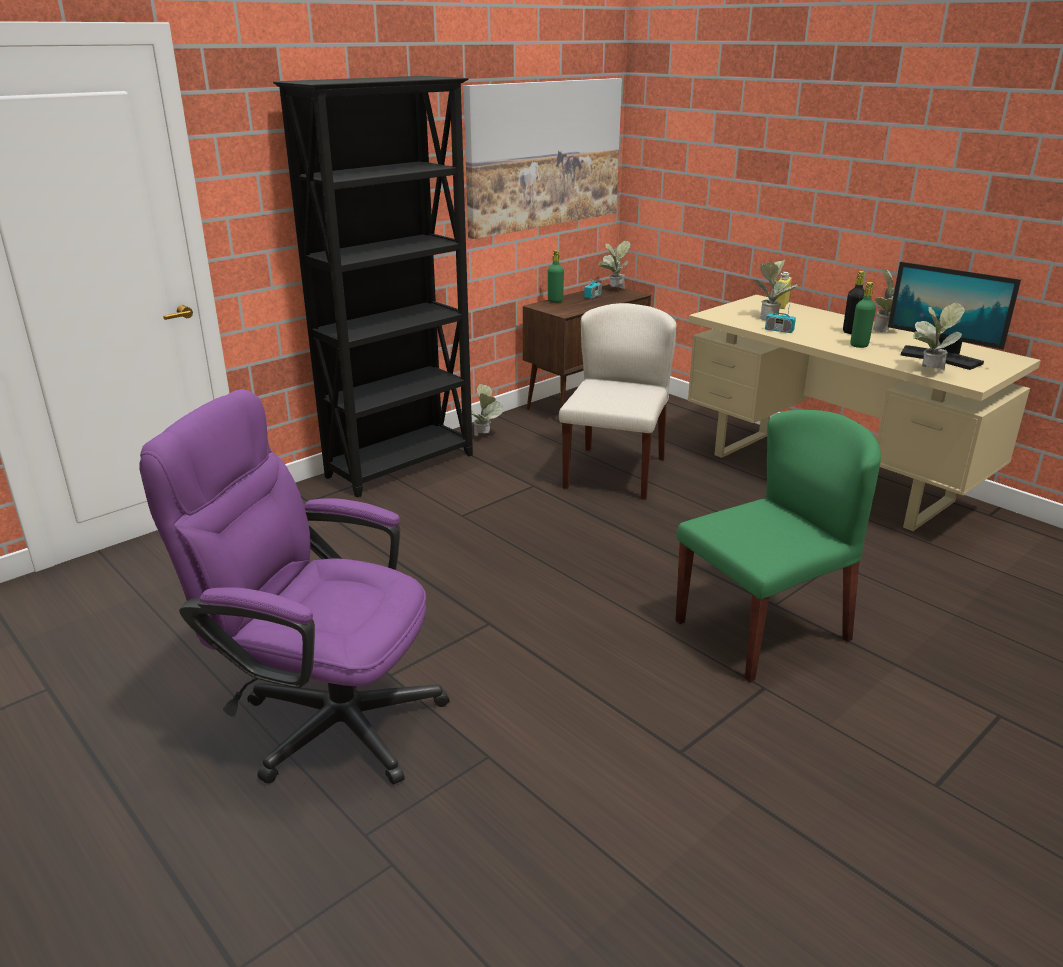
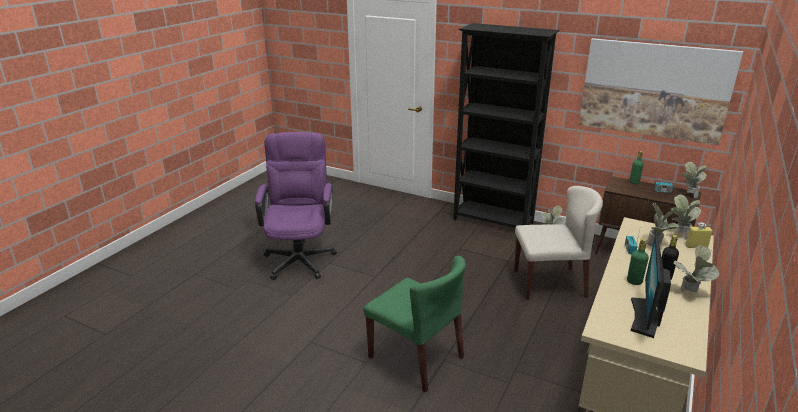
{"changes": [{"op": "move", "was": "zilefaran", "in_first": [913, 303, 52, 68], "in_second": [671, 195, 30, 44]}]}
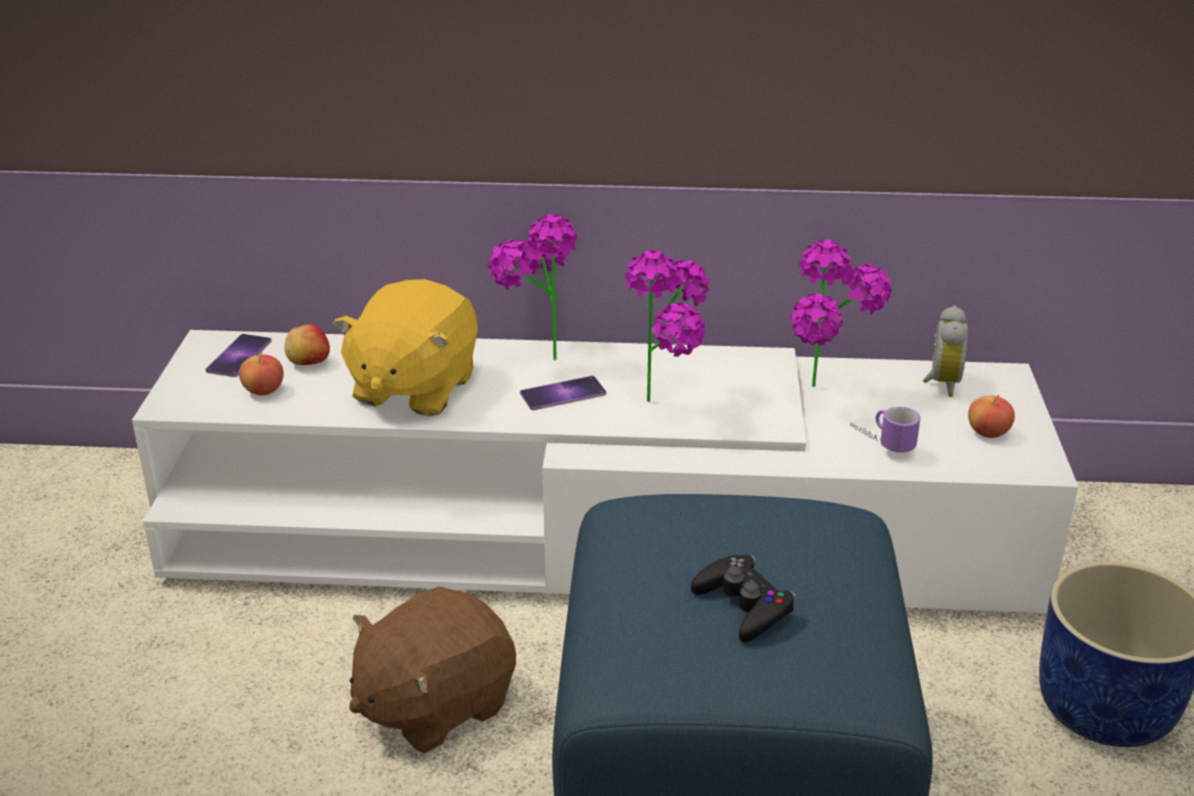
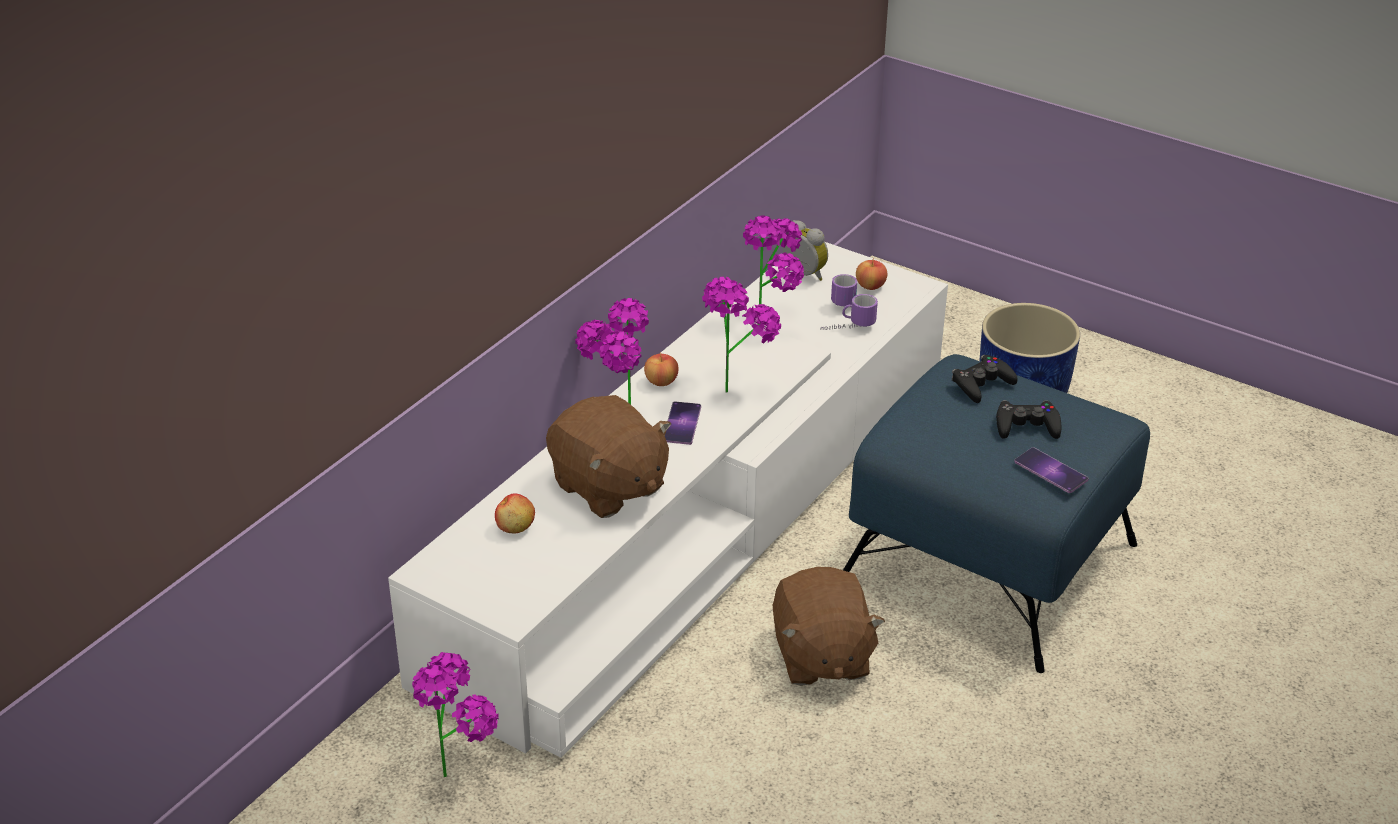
{"changes": [{"op": "move", "was": "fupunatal", "in_first": [205, 334, 66, 43], "in_second": [1014, 447, 75, 46]}, {"op": "move", "was": "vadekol", "in_first": [239, 352, 45, 43], "in_second": [644, 353, 35, 33]}, {"op": "recolor", "was": "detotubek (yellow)", "now": "detotubek (brown)", "in_first": [333, 279, 145, 137], "in_second": [546, 395, 125, 123]}, {"op": "insert", "now": "zilefaran", "in_second": [412, 652, 87, 125]}, {"op": "insert", "now": "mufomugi", "in_second": [831, 274, 26, 32]}, {"op": "insert", "now": "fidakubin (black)", "in_second": [952, 355, 66, 48]}]}
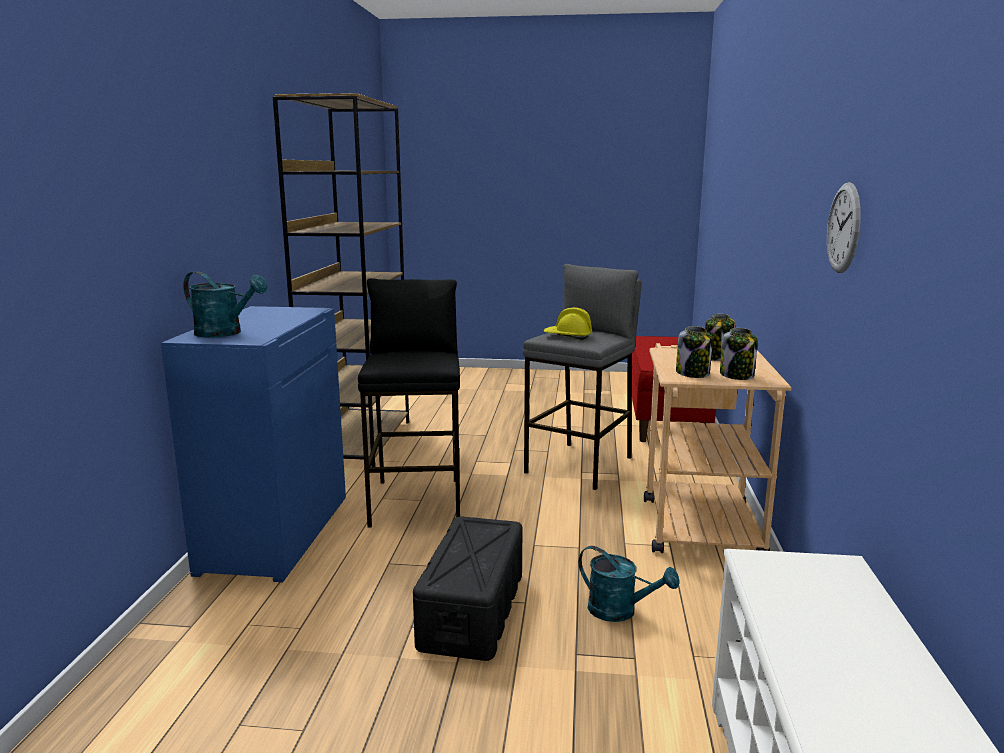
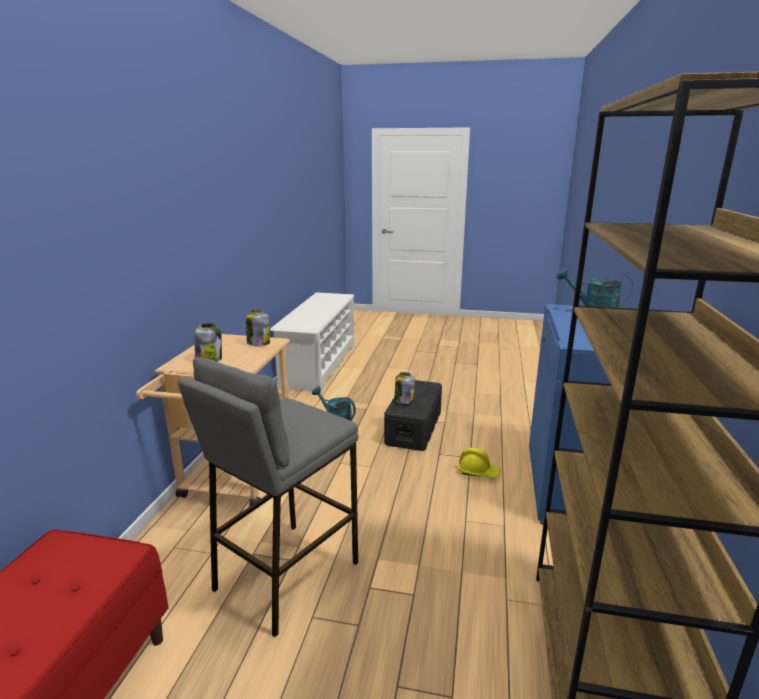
{"changes": [{"op": "delete", "was": "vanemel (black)", "in_first": [358, 278, 102, 249]}, {"op": "move", "was": "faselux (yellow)", "in_first": [543, 307, 49, 33], "in_second": [458, 448, 43, 30]}, {"op": "move", "was": "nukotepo", "in_first": [720, 328, 38, 52], "in_second": [395, 372, 20, 32]}, {"op": "delete", "was": "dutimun", "in_first": [827, 182, 34, 91]}]}
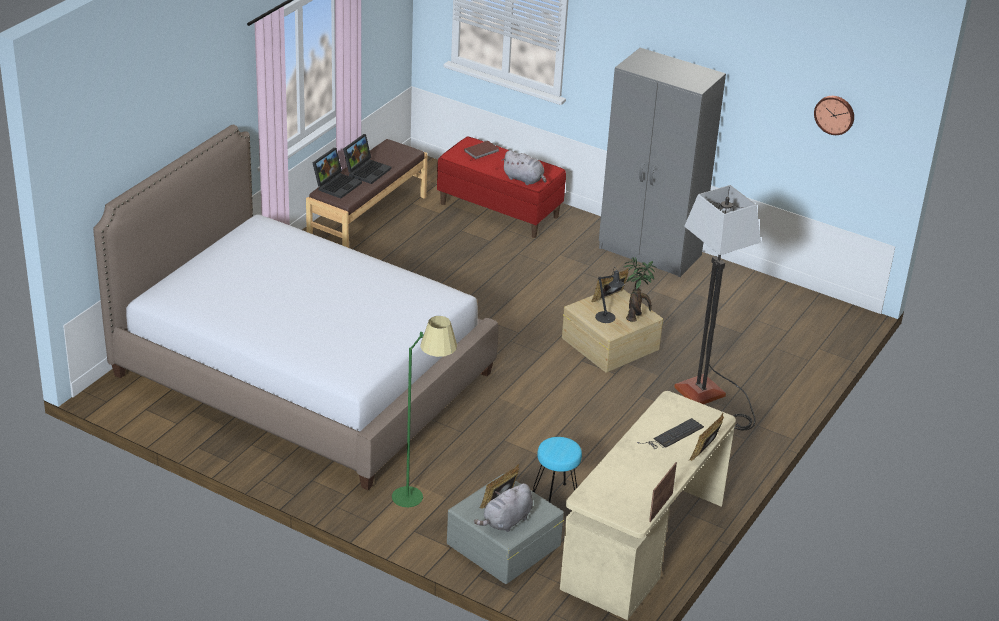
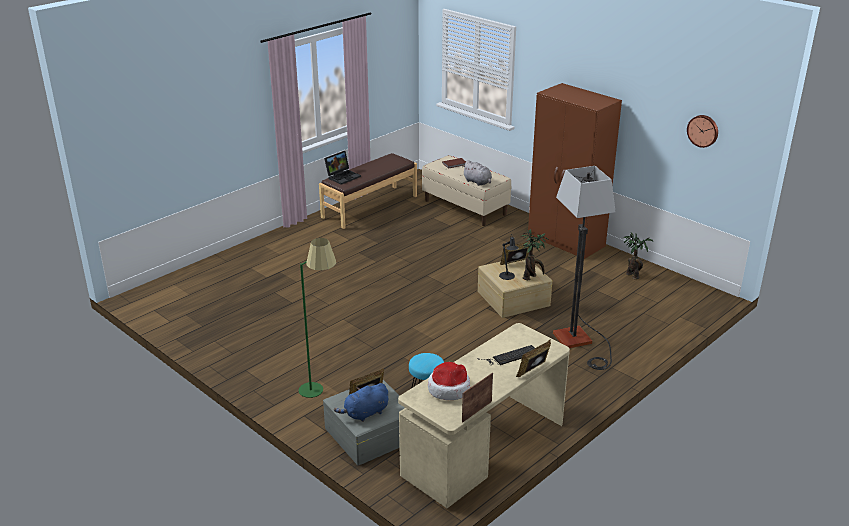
{"changes": [{"op": "delete", "was": "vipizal", "in_first": [93, 125, 405, 365]}, {"op": "delete", "was": "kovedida", "in_first": [343, 134, 48, 50]}, {"op": "recolor", "was": "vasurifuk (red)", "now": "vasurifuk (beige)", "in_first": [437, 136, 129, 102], "in_second": [422, 155, 89, 71]}, {"op": "recolor", "was": "detotubek (grey)", "now": "detotubek (blue)", "in_first": [474, 483, 59, 49], "in_second": [334, 383, 54, 39]}, {"op": "recolor", "was": "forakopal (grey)", "now": "forakopal (brown)", "in_first": [599, 48, 127, 229], "in_second": [528, 83, 94, 176]}, {"op": "insert", "now": "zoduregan", "in_second": [428, 362, 42, 38]}, {"op": "insert", "now": "zilefaran", "in_second": [624, 232, 29, 47]}]}
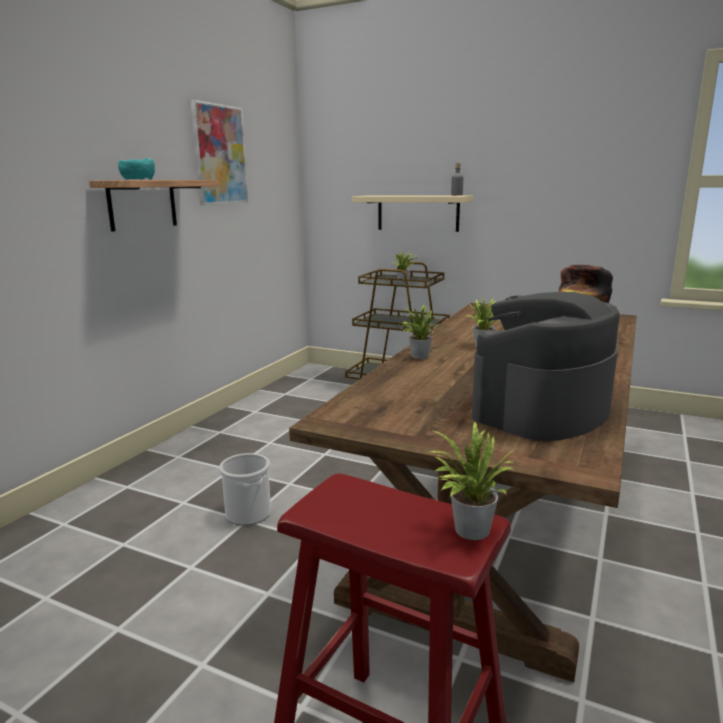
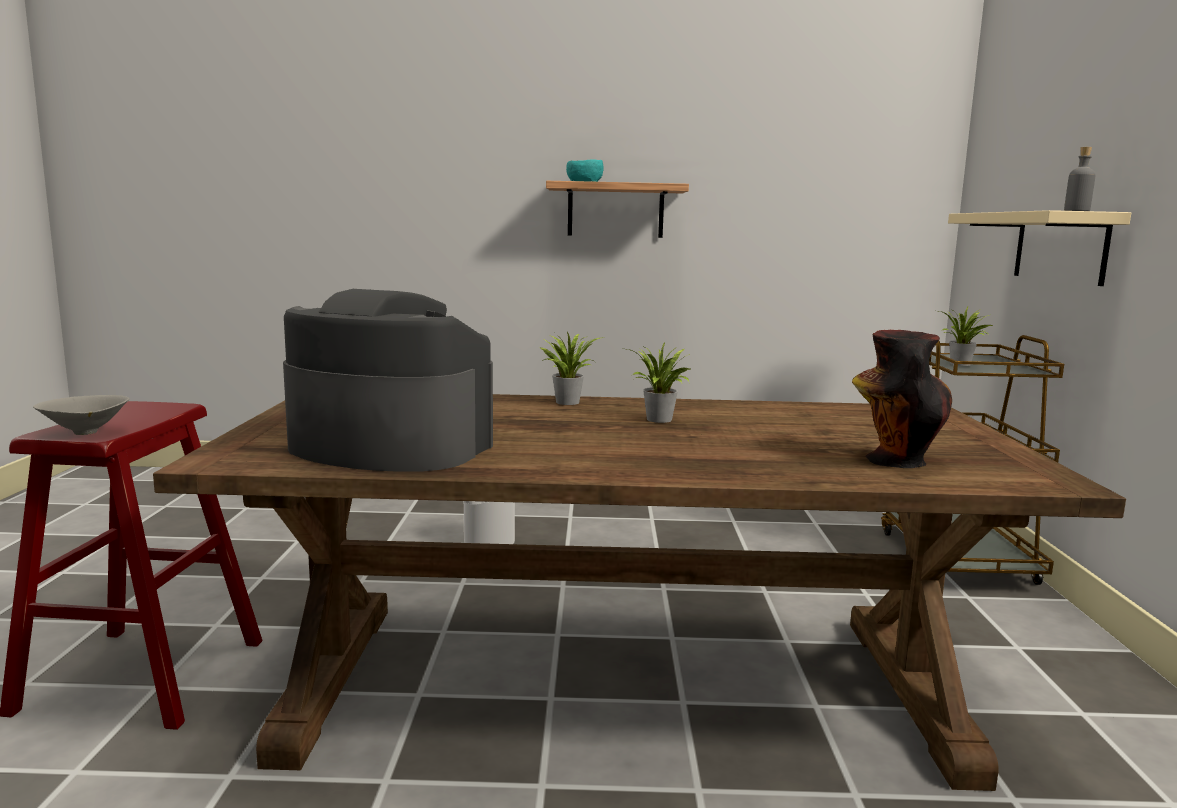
{"changes": [{"op": "delete", "was": "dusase", "in_first": [190, 100, 58, 105]}, {"op": "replace", "was": "zilefaran", "now": "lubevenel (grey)", "in_first": [430, 421, 85, 119], "in_second": [33, 395, 97, 40]}]}
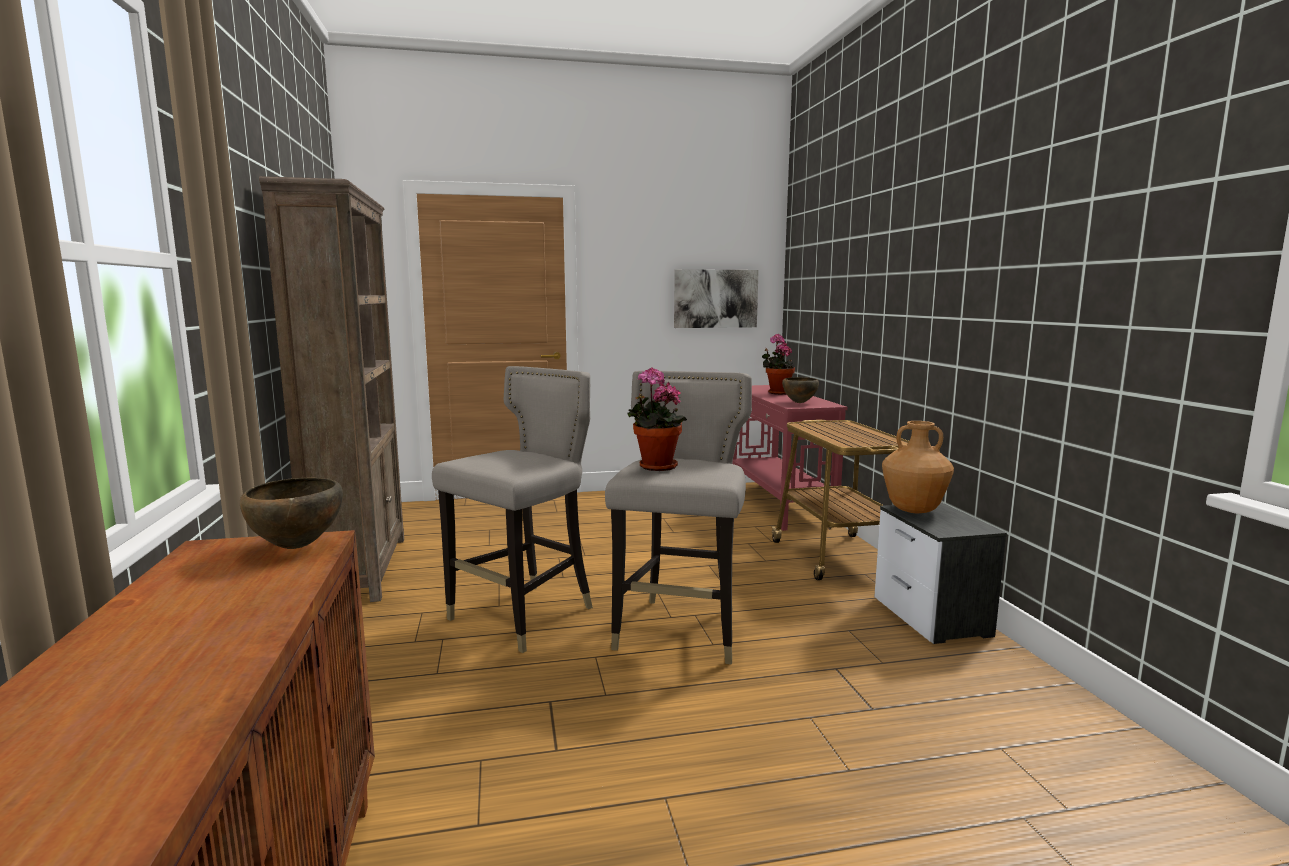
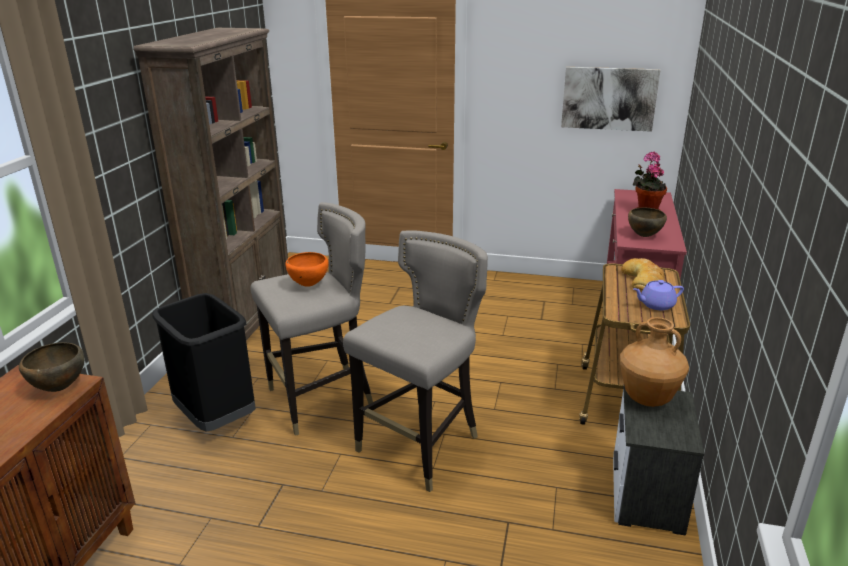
{"changes": [{"op": "delete", "was": "zilefaran", "in_first": [628, 367, 59, 104]}, {"op": "insert", "now": "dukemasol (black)", "in_second": [153, 293, 103, 139]}, {"op": "insert", "now": "lubevenel (orange)", "in_second": [286, 252, 43, 35]}, {"op": "insert", "now": "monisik", "in_second": [621, 258, 44, 33]}, {"op": "insert", "now": "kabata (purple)", "in_second": [633, 280, 51, 30]}]}
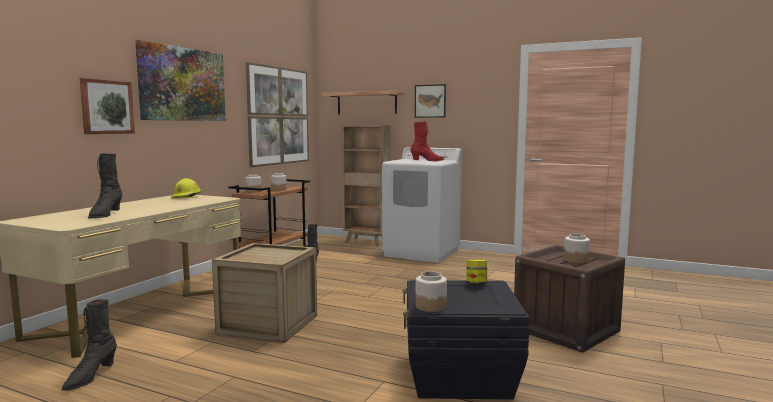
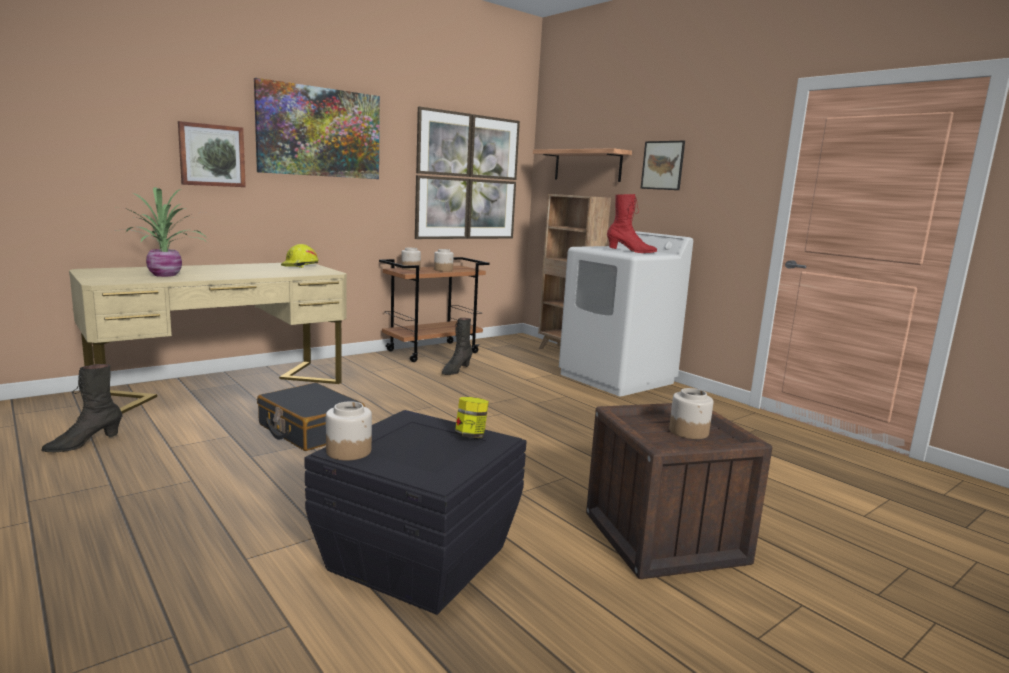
{"changes": [{"op": "replace", "was": "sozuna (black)", "now": "zilefaran", "in_first": [88, 153, 34, 65], "in_second": [115, 187, 92, 90]}, {"op": "replace", "was": "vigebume", "now": "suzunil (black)", "in_first": [212, 243, 105, 100], "in_second": [257, 383, 108, 68]}]}
